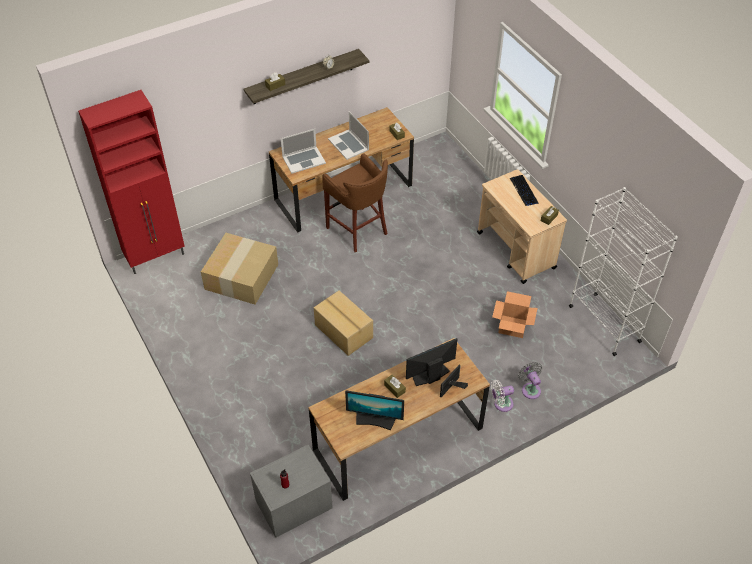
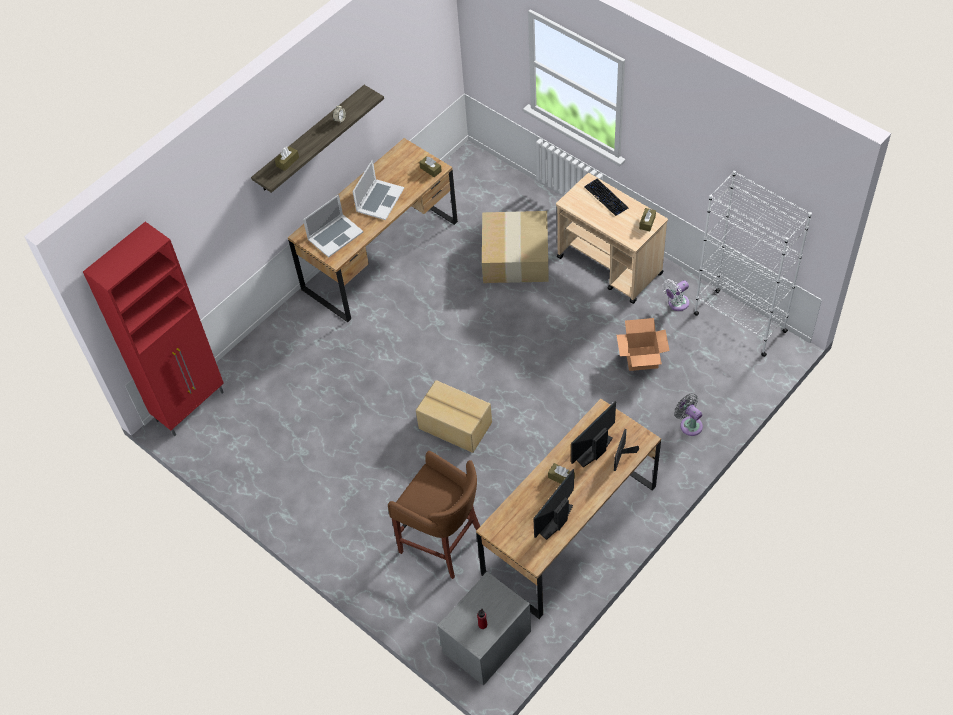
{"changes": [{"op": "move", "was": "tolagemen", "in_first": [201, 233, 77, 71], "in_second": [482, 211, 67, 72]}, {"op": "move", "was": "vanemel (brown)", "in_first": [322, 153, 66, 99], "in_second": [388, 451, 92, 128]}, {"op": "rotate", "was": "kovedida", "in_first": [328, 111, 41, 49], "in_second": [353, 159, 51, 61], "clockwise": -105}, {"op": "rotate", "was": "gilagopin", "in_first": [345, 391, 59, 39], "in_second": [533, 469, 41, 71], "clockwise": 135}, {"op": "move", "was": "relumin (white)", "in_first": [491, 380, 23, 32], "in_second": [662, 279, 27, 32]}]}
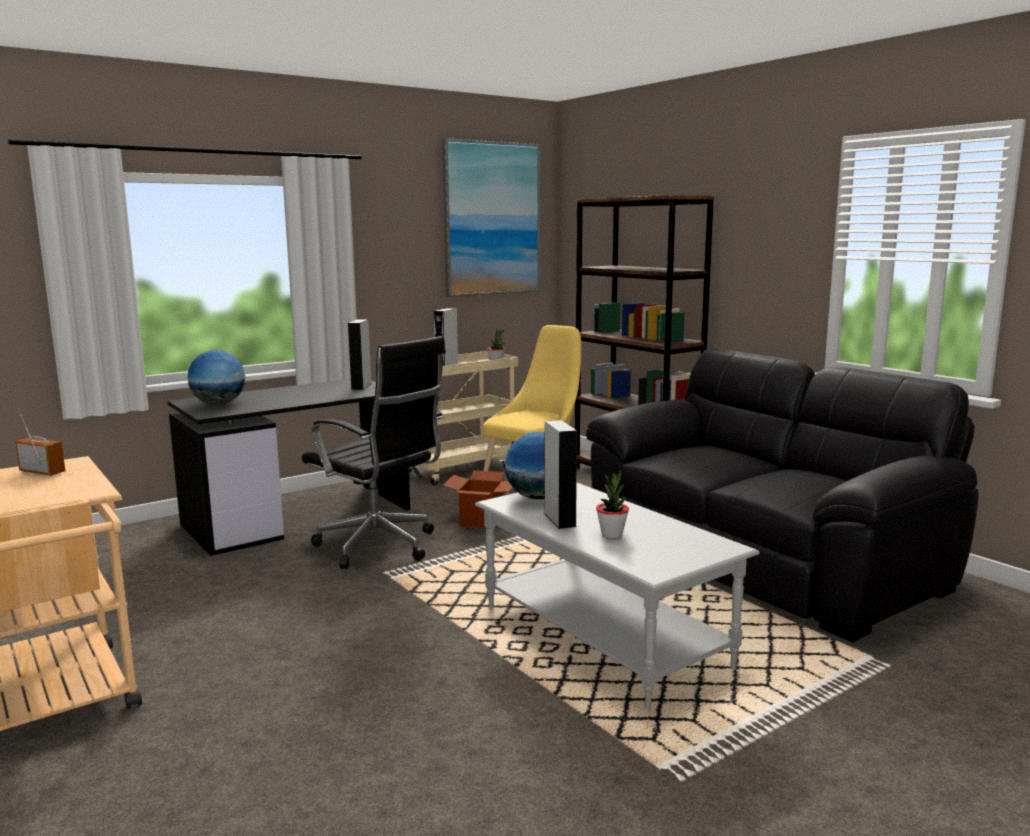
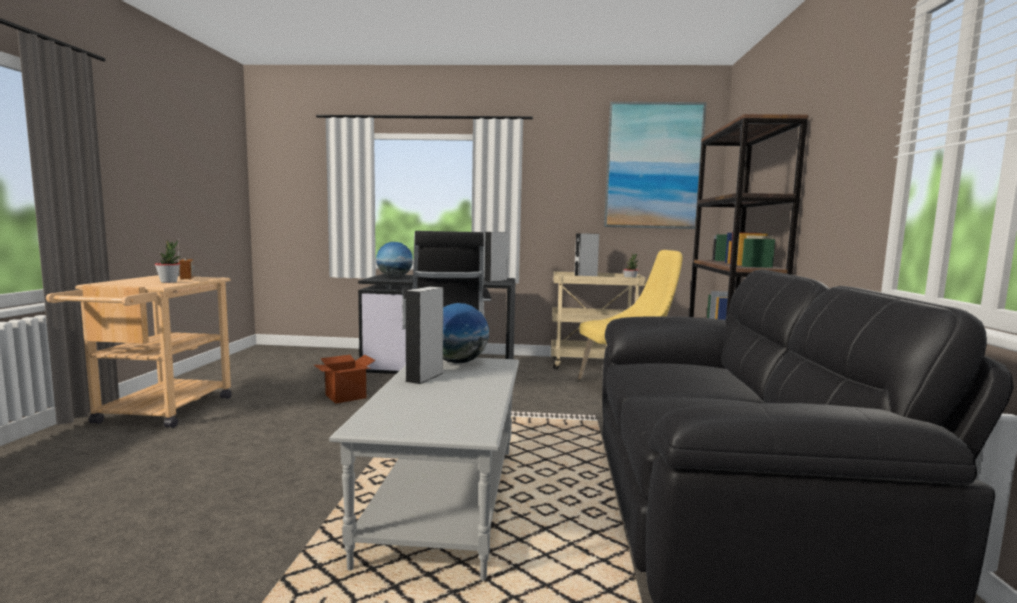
{"changes": [{"op": "move", "was": "tolagemen", "in_first": [443, 470, 70, 59], "in_second": [314, 355, 61, 49]}, {"op": "move", "was": "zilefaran", "in_first": [596, 470, 33, 68], "in_second": [155, 240, 25, 43]}]}
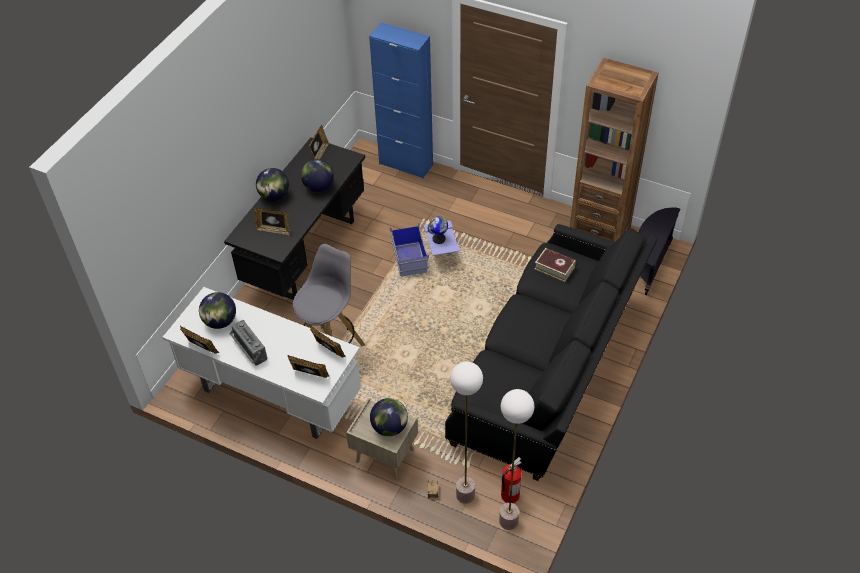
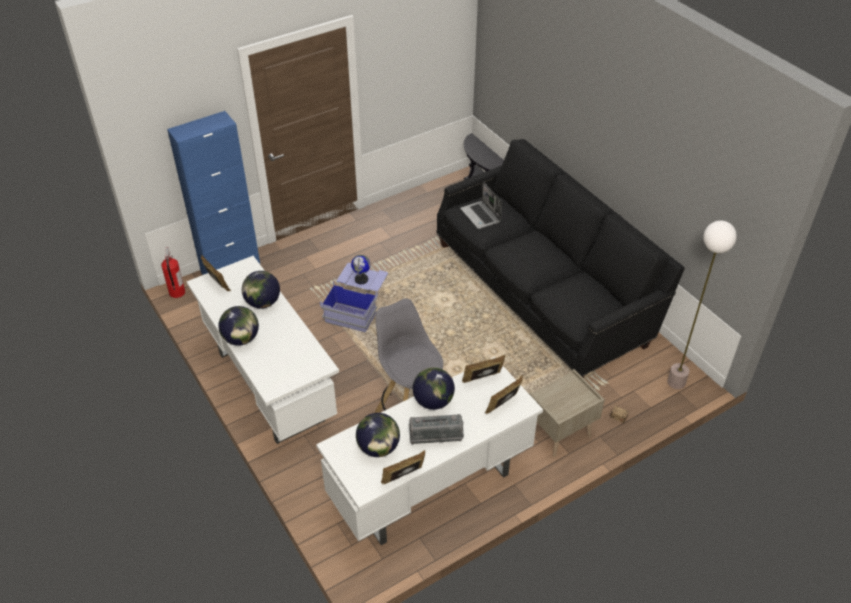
{"changes": [{"op": "recolor", "was": "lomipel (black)", "now": "lomipel (white)", "in_first": [224, 138, 141, 162], "in_second": [186, 256, 153, 188]}, {"op": "delete", "was": "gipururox", "in_first": [254, 208, 36, 27]}, {"op": "move", "was": "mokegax", "in_first": [370, 398, 38, 38], "in_second": [413, 367, 42, 43]}, {"op": "delete", "was": "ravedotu", "in_first": [450, 362, 33, 142]}, {"op": "move", "was": "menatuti", "in_first": [501, 457, 21, 46], "in_second": [161, 247, 24, 51]}, {"op": "replace", "was": "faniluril", "now": "kovedida", "in_first": [535, 248, 41, 34], "in_second": [460, 182, 42, 47]}, {"op": "delete", "was": "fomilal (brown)", "in_first": [570, 58, 88, 184]}]}
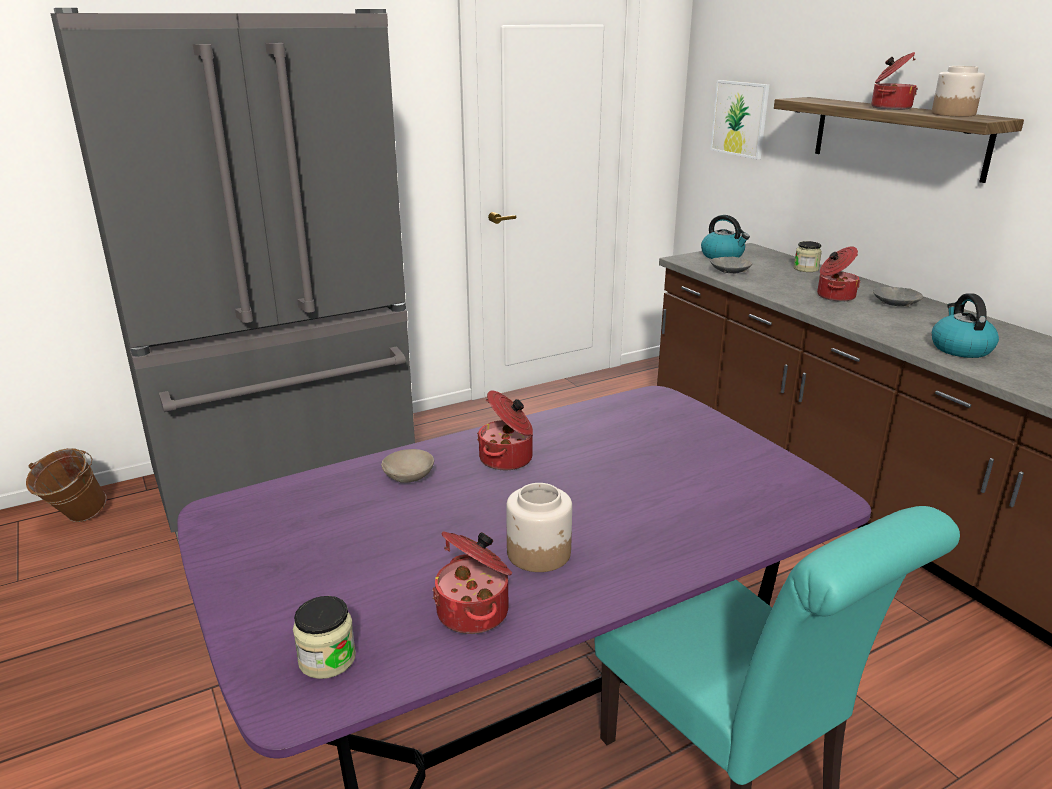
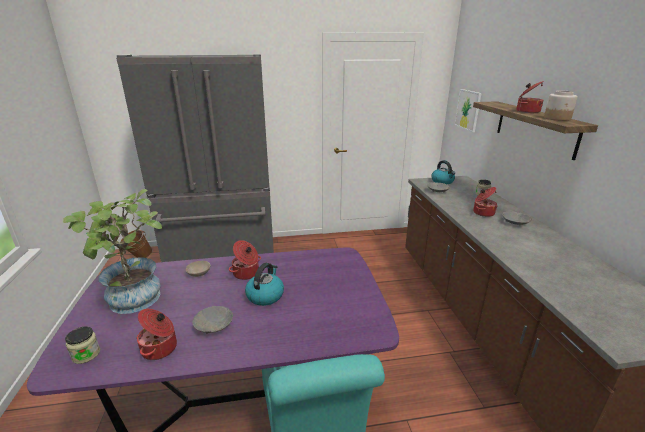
{"changes": [{"op": "replace", "was": "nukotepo", "now": "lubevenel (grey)", "in_first": [506, 483, 66, 89], "in_second": [192, 306, 41, 28]}, {"op": "move", "was": "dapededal", "in_first": [932, 293, 67, 65], "in_second": [245, 263, 39, 43]}, {"op": "insert", "now": "zilefaran", "in_second": [63, 189, 99, 125]}]}
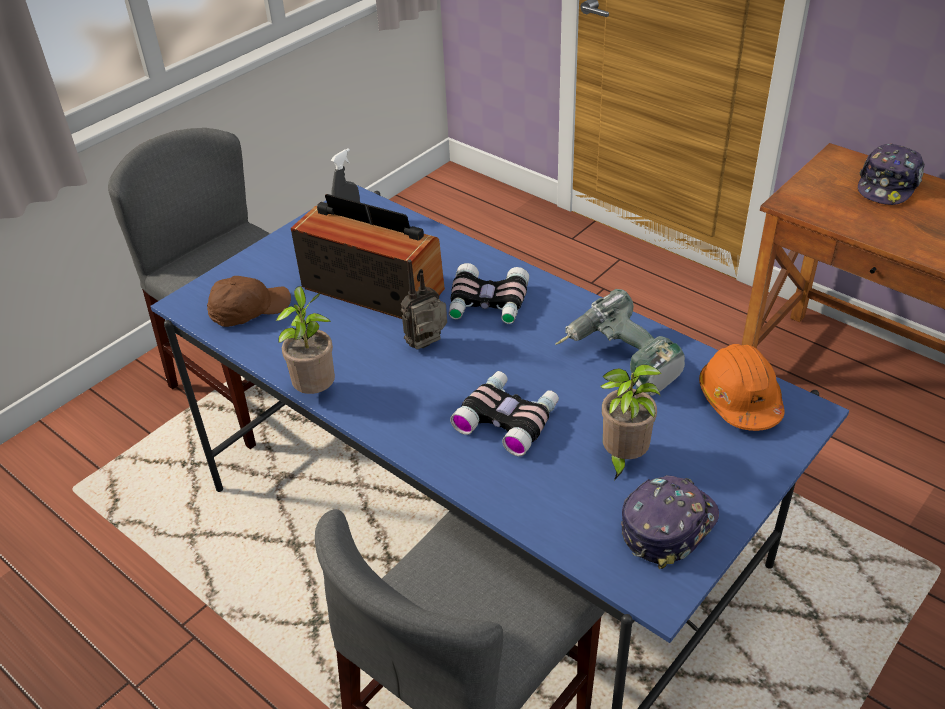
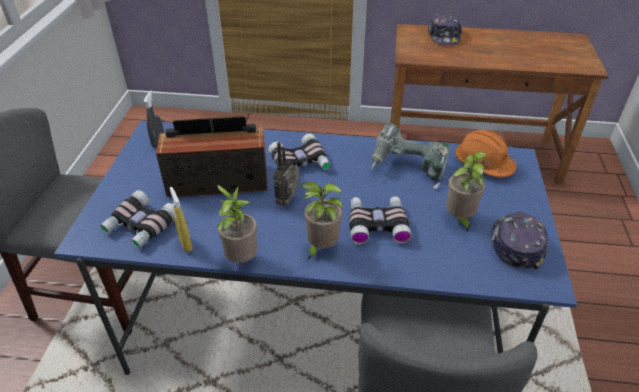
{"changes": [{"op": "replace", "was": "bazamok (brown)", "now": "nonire", "in_first": [207, 276, 84, 51], "in_second": [100, 190, 75, 58]}, {"op": "insert", "now": "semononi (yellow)", "in_second": [170, 187, 23, 65]}, {"op": "insert", "now": "zilefaran", "in_second": [301, 182, 42, 77]}]}
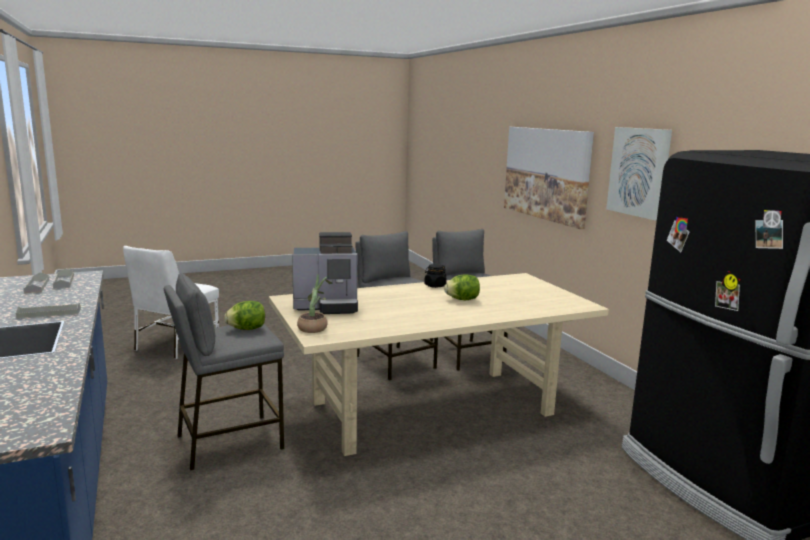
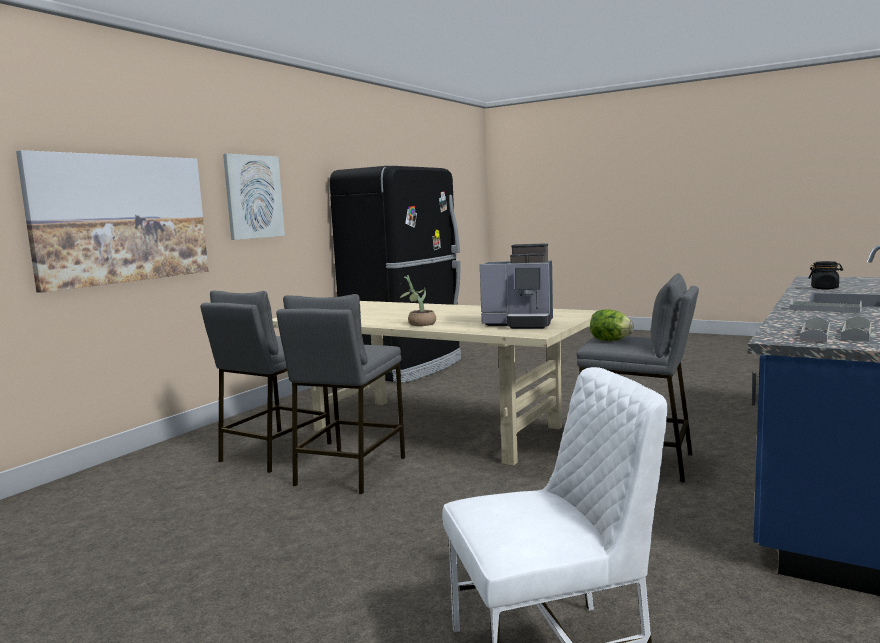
{"changes": [{"op": "rotate", "was": "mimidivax", "in_first": [292, 232, 66, 82], "in_second": [480, 243, 73, 86], "clockwise": 150}, {"op": "move", "was": "zilefaran", "in_first": [297, 274, 35, 59], "in_second": [400, 275, 36, 51]}, {"op": "move", "was": "nukotepo (black)", "in_first": [424, 264, 23, 24], "in_second": [809, 261, 34, 29]}, {"op": "delete", "was": "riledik", "in_first": [444, 274, 36, 26]}]}
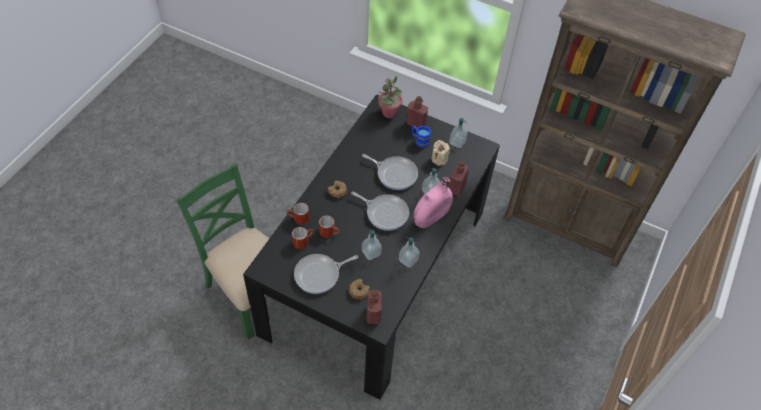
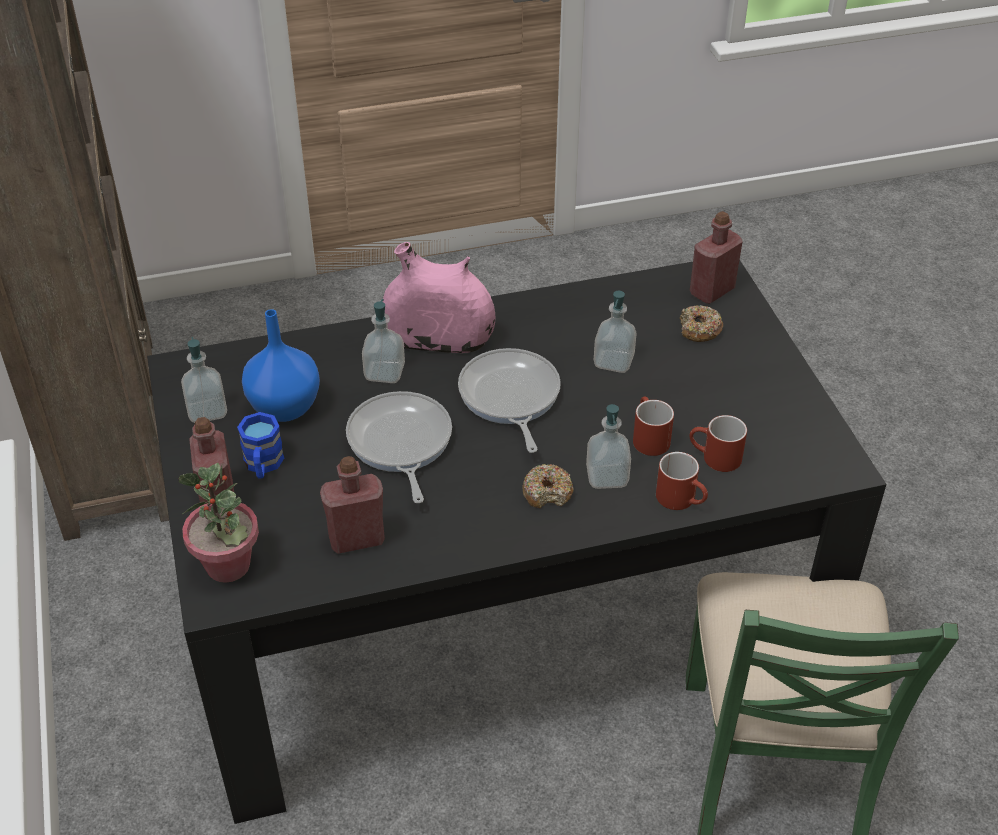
{"changes": [{"op": "delete", "was": "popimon", "in_first": [294, 254, 64, 40]}, {"op": "move", "was": "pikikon", "in_first": [399, 237, 20, 31], "in_second": [586, 404, 45, 85]}, {"op": "replace", "was": "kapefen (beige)", "now": "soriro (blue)", "in_first": [432, 140, 18, 26], "in_second": [242, 309, 78, 113]}, {"op": "move", "was": "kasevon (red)", "in_first": [449, 161, 20, 35], "in_second": [320, 456, 65, 98]}]}
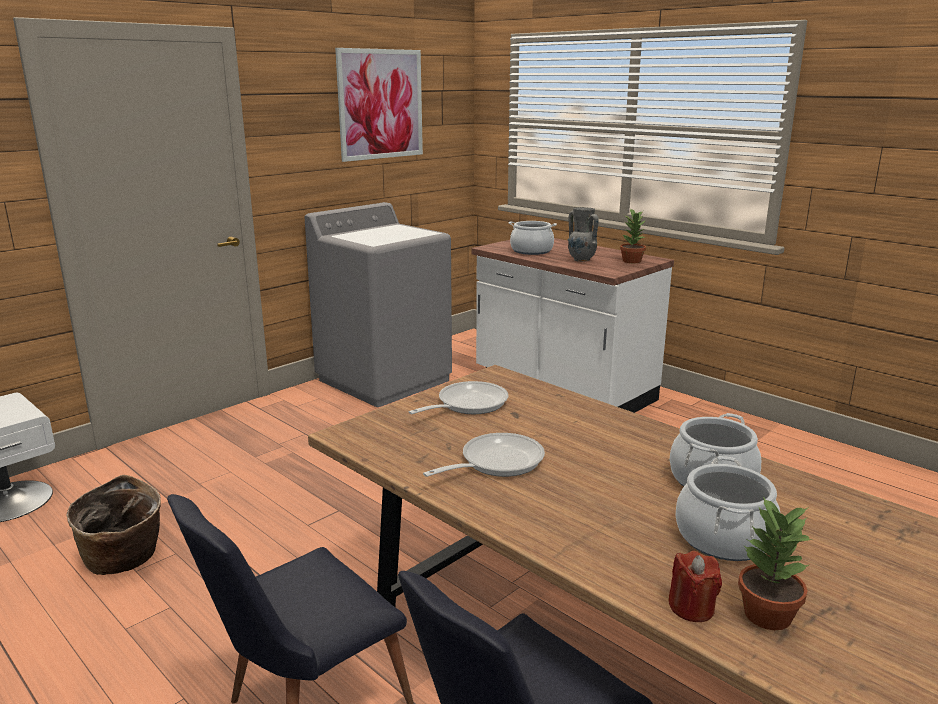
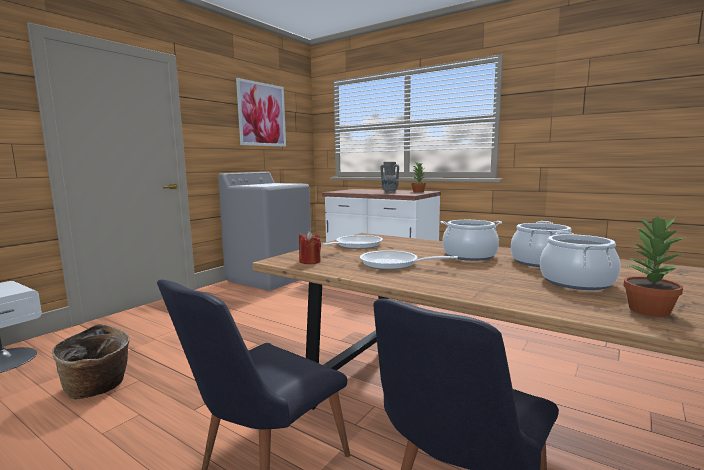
{"changes": [{"op": "rotate", "was": "popimon", "in_first": [423, 433, 122, 44], "in_second": [360, 250, 98, 20], "clockwise": -105}, {"op": "move", "was": "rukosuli", "in_first": [509, 221, 48, 34], "in_second": [441, 220, 61, 41]}, {"op": "move", "was": "kapefen (red)", "in_first": [668, 551, 54, 71], "in_second": [299, 231, 22, 33]}]}
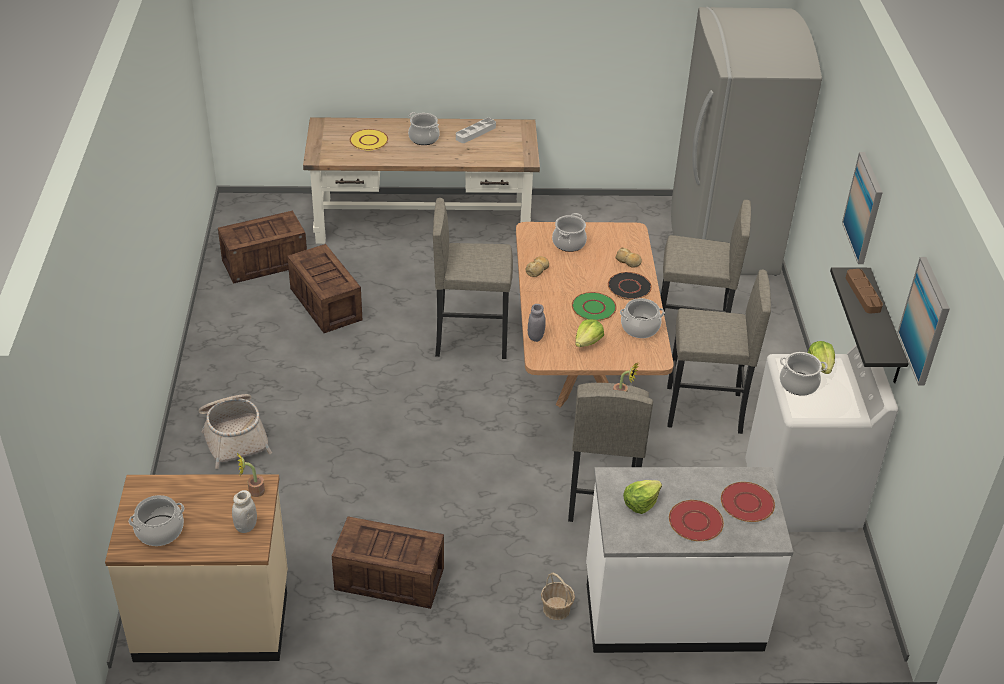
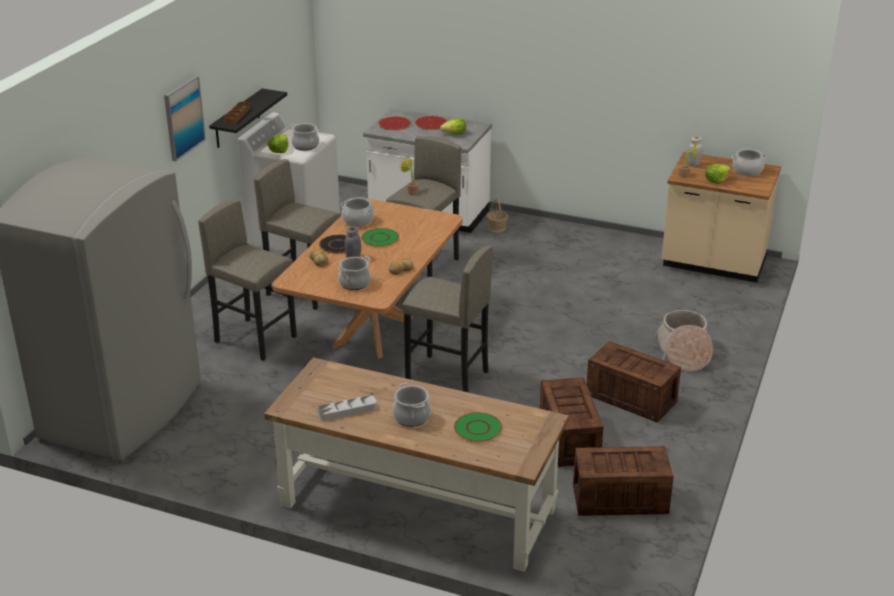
{"changes": [{"op": "move", "was": "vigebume", "in_first": [332, 517, 112, 92], "in_second": [587, 341, 94, 82]}, {"op": "recolor", "was": "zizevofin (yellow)", "now": "zizevofin (green)", "in_first": [350, 129, 38, 21], "in_second": [454, 412, 48, 30]}, {"op": "move", "was": "nukotepo (grey)", "in_first": [528, 304, 18, 38], "in_second": [345, 227, 16, 31]}, {"op": "move", "was": "riledik", "in_first": [575, 319, 29, 28], "in_second": [705, 164, 26, 20]}, {"op": "delete", "was": "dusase", "in_first": [897, 257, 53, 128]}]}
